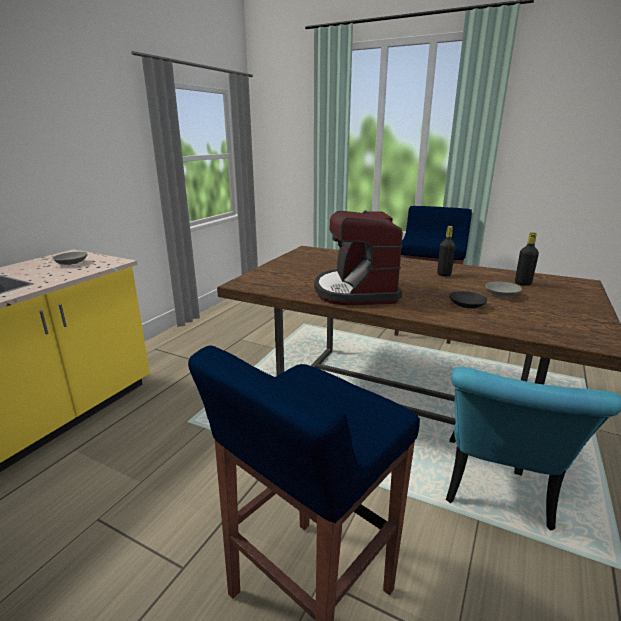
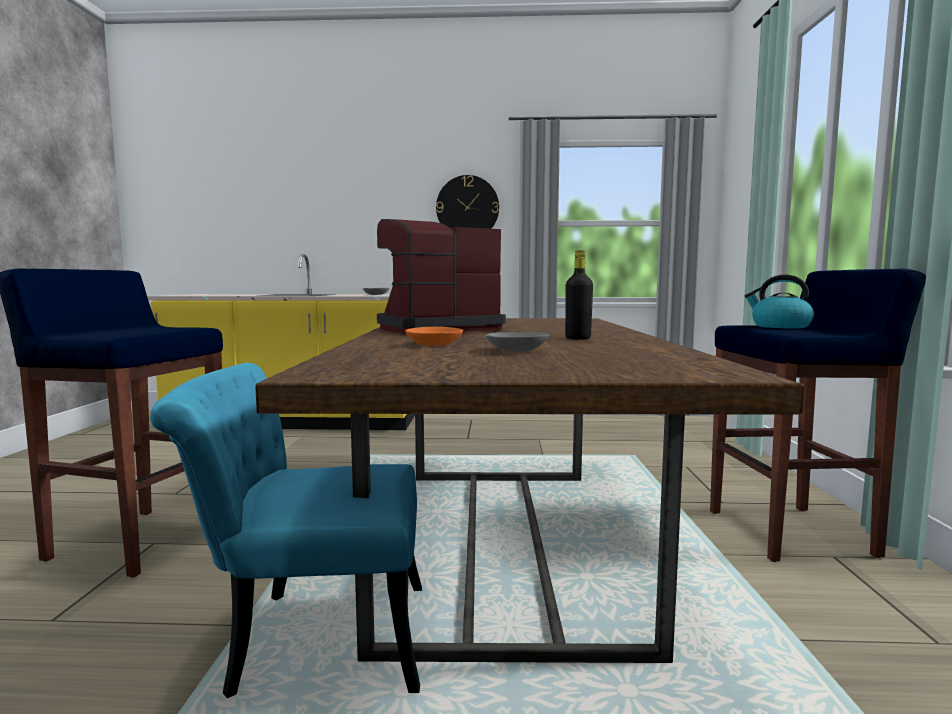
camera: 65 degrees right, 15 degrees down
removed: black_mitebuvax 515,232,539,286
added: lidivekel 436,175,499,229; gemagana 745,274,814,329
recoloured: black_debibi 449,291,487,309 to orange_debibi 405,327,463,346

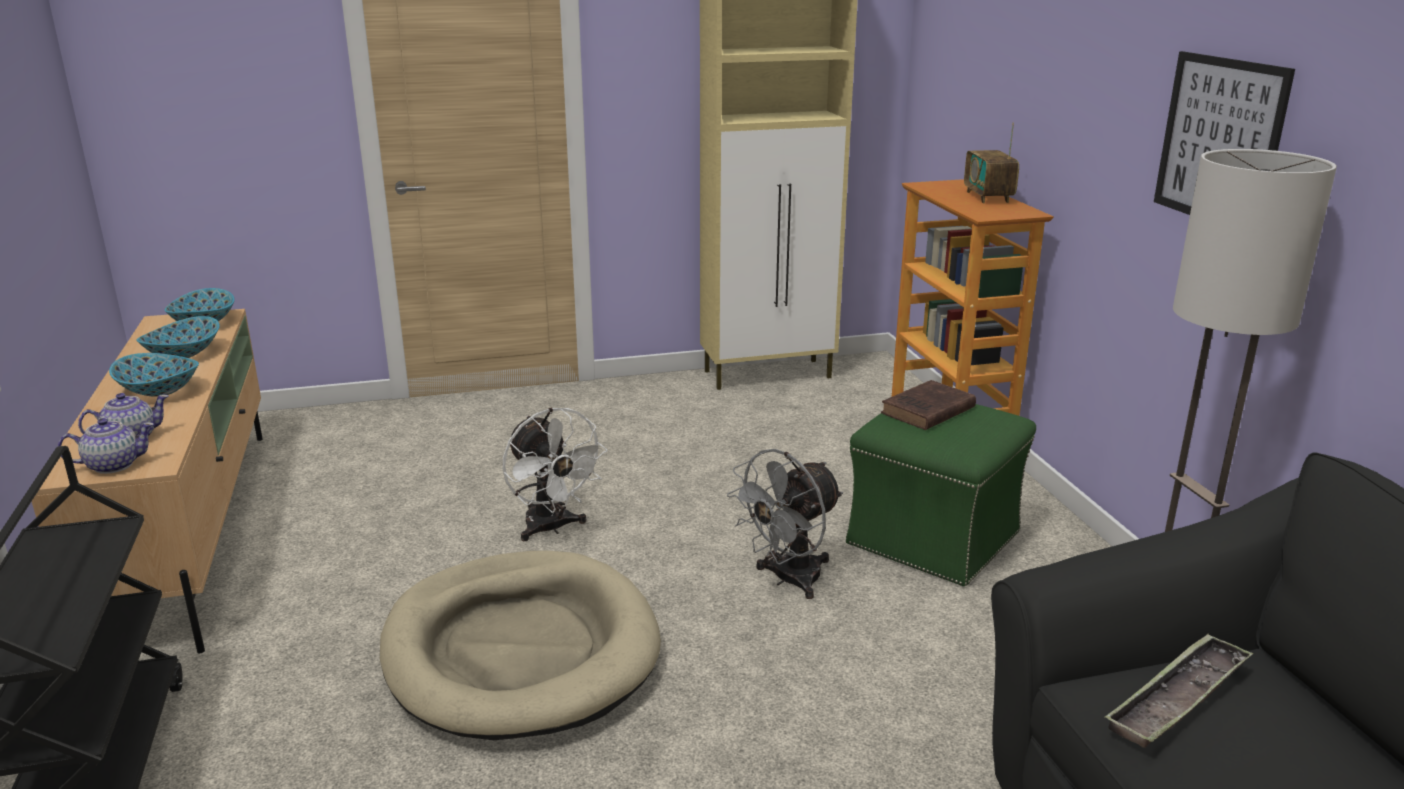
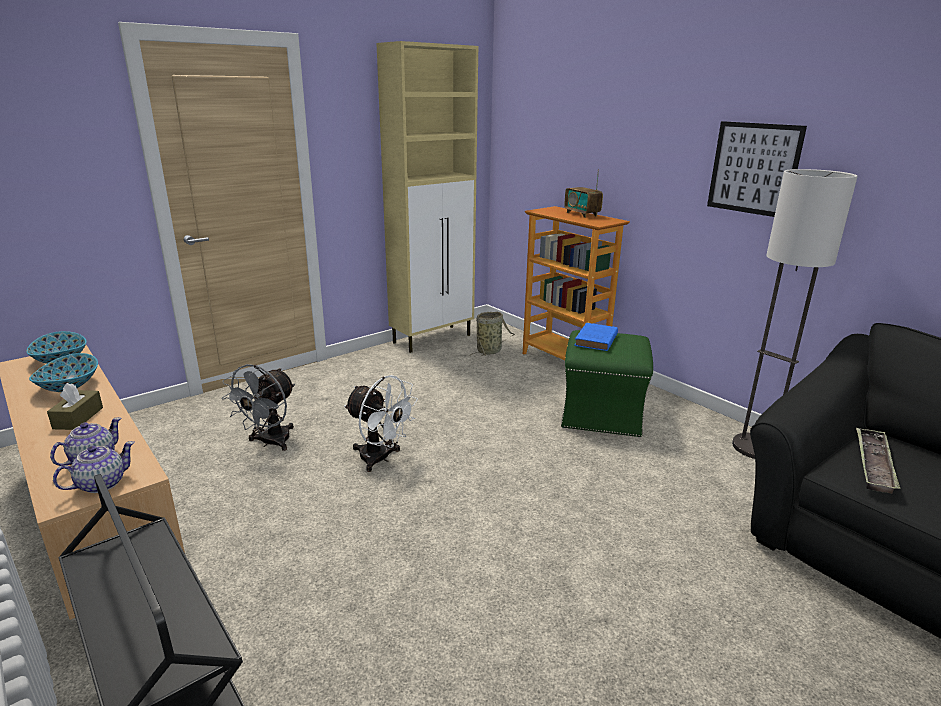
camera: 25 degrees left, 0 degrees up
removed: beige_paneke 380,551,661,740
added: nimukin 470,312,515,357
moved: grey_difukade 727,449,843,599 to 222,364,295,451
replaced: debibi 109,353,199,397 to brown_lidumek 47,383,103,430
recoloured: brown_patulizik 881,380,976,430 to blue_patulizik 574,323,618,351

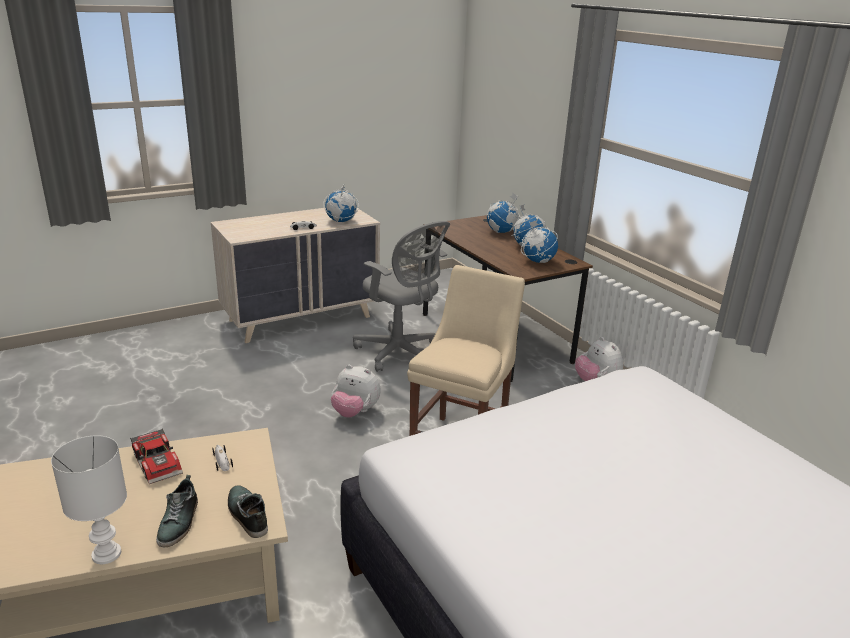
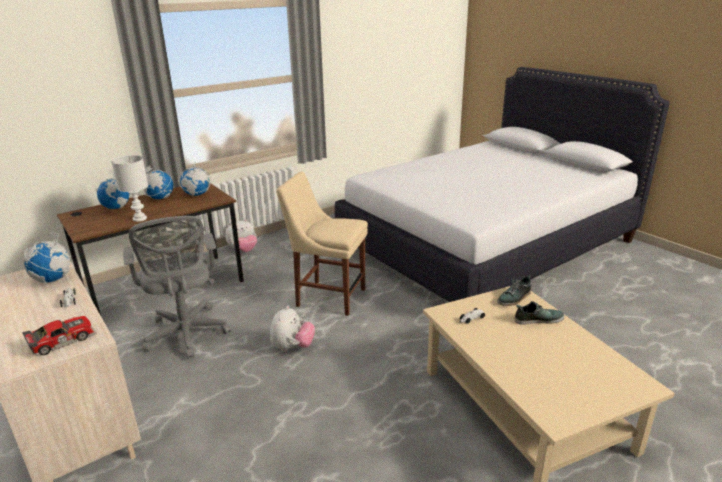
camera: 95 degrees left, 0 degrees up
moved: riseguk 130,428,183,484 to 22,316,97,355; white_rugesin 51,435,127,564 to 111,155,148,222
turned: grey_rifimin 353,221,450,372 = 123,216,231,359 120 degrees clockwise

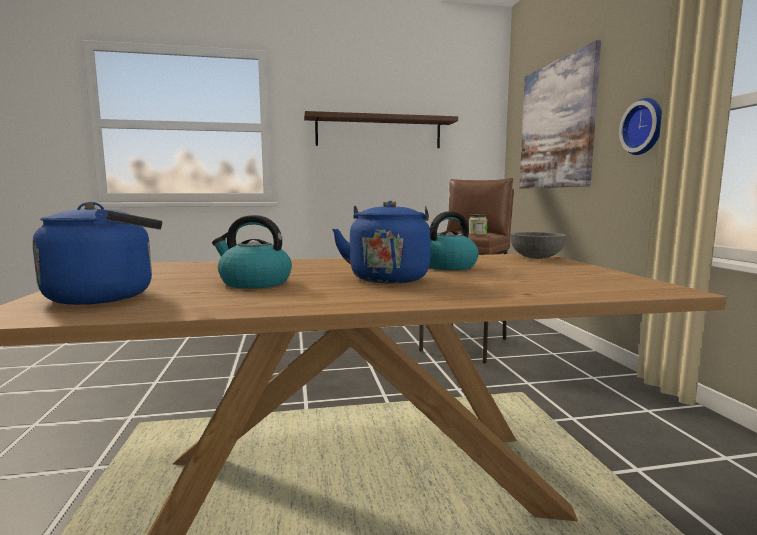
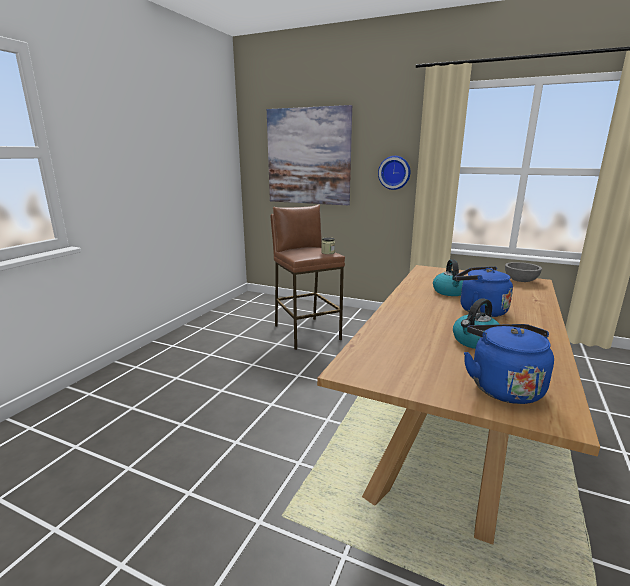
camera: 55 degrees left, 10 degrees up
removed: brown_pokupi 304,111,458,148
moved: grey_debibi 510,232,567,259 to 505,262,542,282

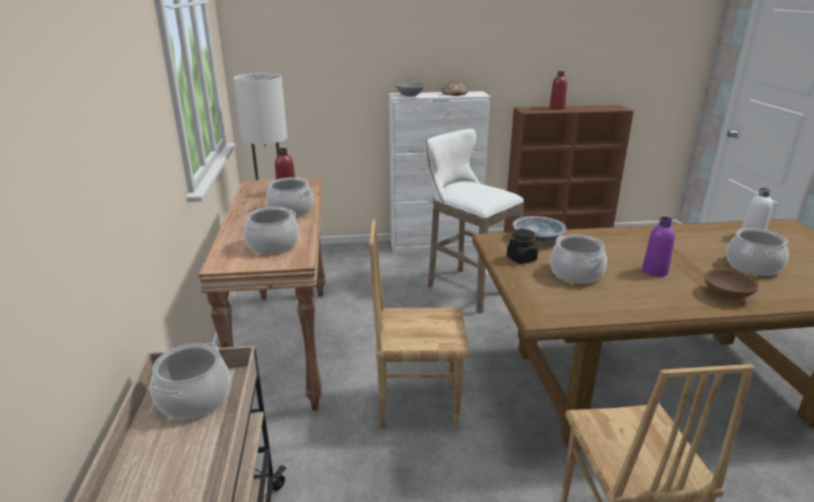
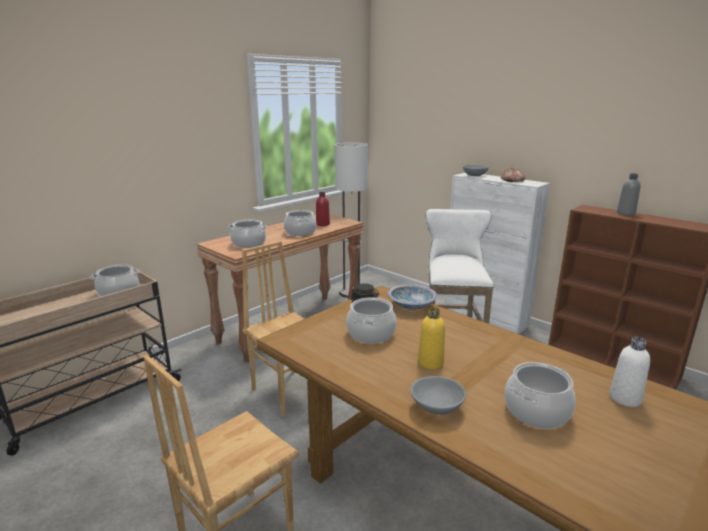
camera: 50 degrees right, 5 degrees down
recoloured: brown_debibi 704,269,759,300 to grey_debibi 411,376,466,415; purple_mitebuvax 642,217,675,277 to yellow_mitebuvax 418,307,445,370; red_mitebuvax 550,71,567,110 to grey_mitebuvax 617,173,641,215

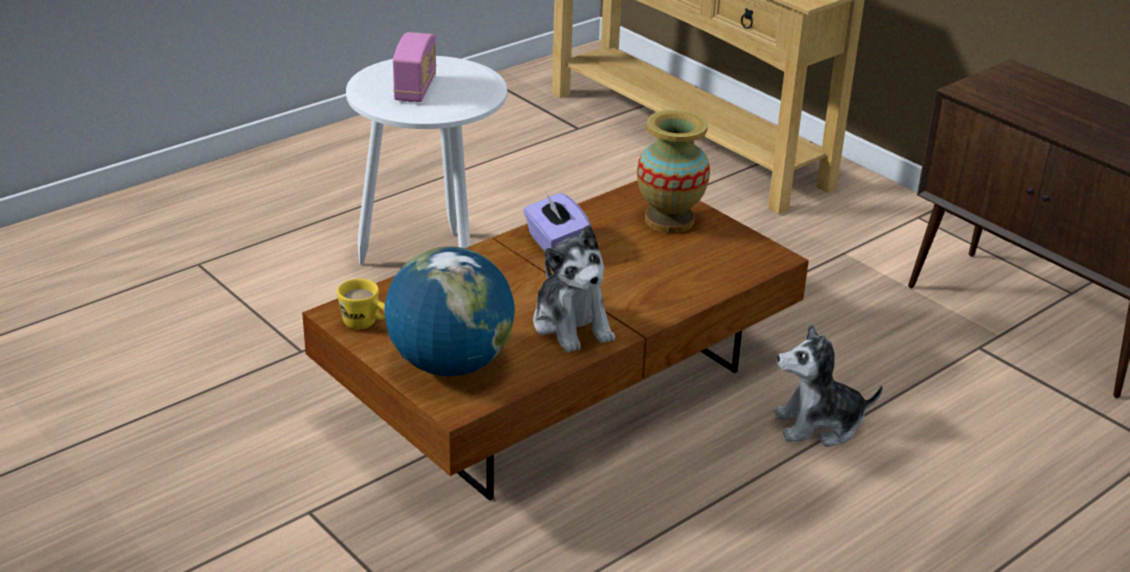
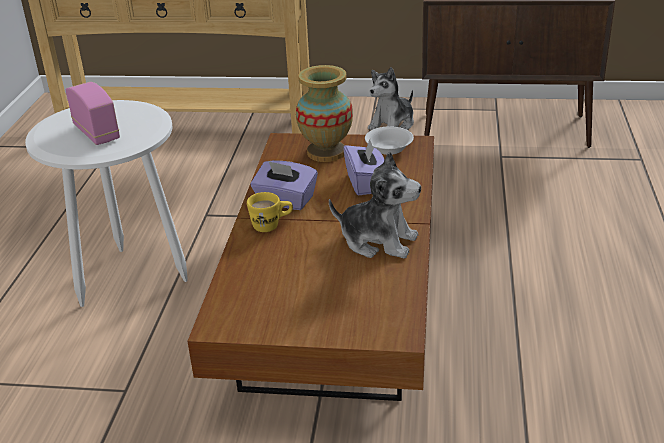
camera: 40 degrees left, 0 degrees up
removed: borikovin 384,246,515,376
added: purple_lidumek 343,139,385,196; white_debibi 365,126,414,155
moved: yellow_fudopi 337,279,385,329 to 247,192,293,232; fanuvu 775,324,883,447 to 368,67,414,130

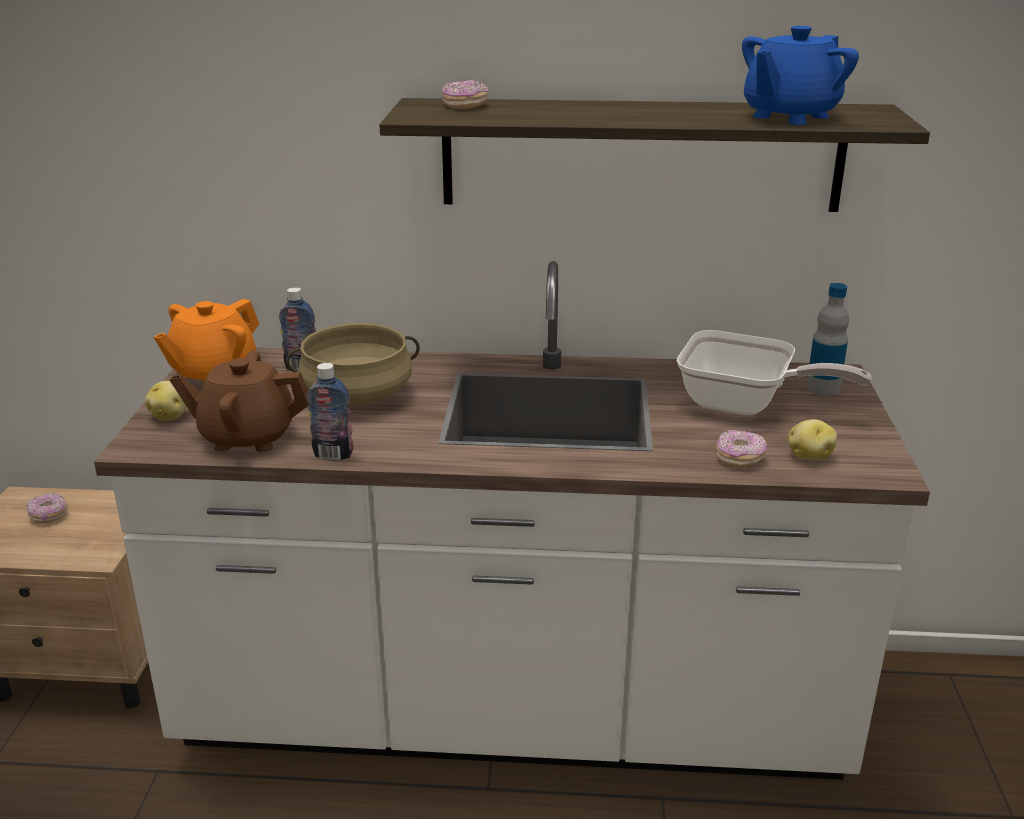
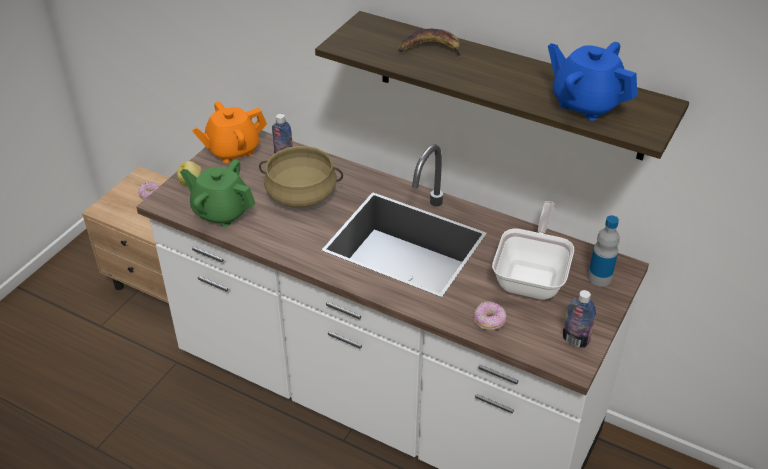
camera: 25 degrees right, 15 degrees up
removed: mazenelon 442,80,488,109; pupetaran 788,419,837,460
added: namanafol 399,29,462,59
moved: mitebuvax 307,363,354,460 to 563,290,596,348
recoloured: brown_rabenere 170,351,309,452 to green_rabenere 180,159,255,227
turned: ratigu 677,330,872,415 = 492,201,574,300 120 degrees counterclockwise; blue_rabenere 742,26,859,125 = 548,42,637,121 60 degrees clockwise

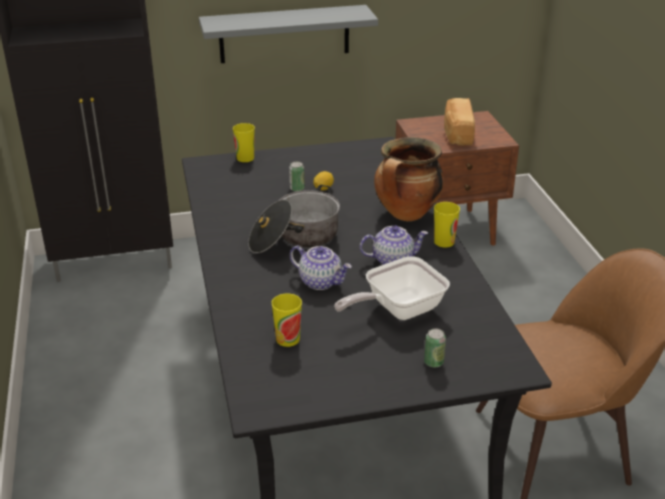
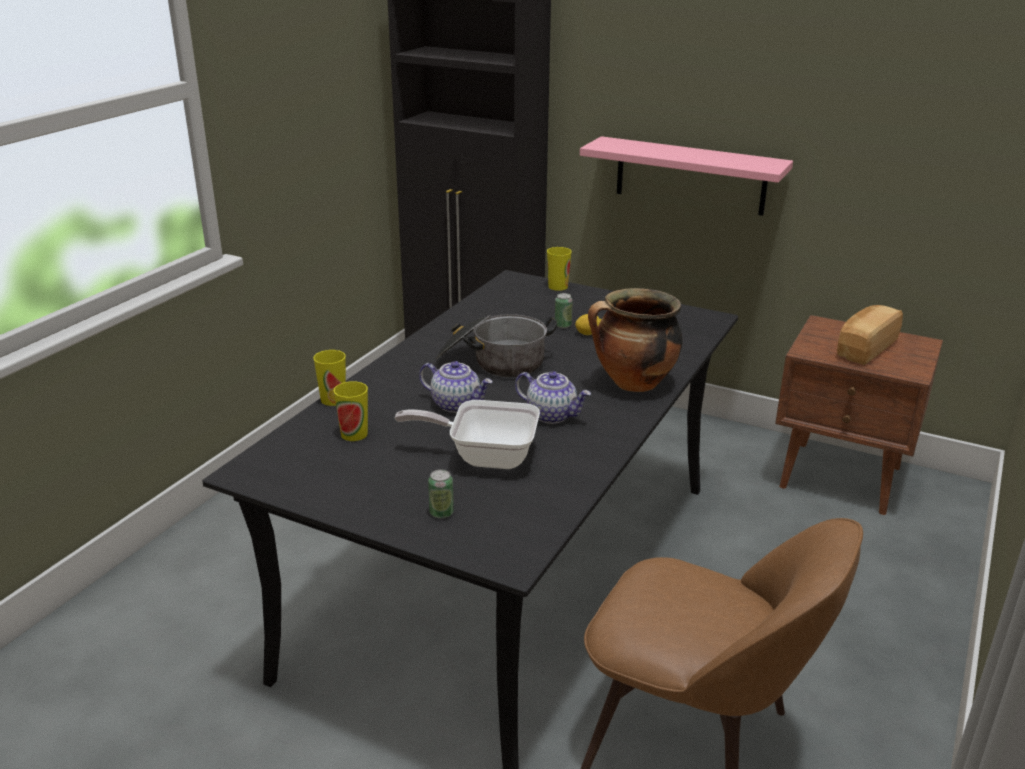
camera: 40 degrees right, 5 degrees down
moved: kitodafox 434,202,460,248 to 313,350,346,406
recoloured: grey_pokupi 199,5,378,63 to pink_pokupi 580,136,793,216
turned: rabenere 290,245,352,290 = 419,361,492,413 45 degrees counterclockwise

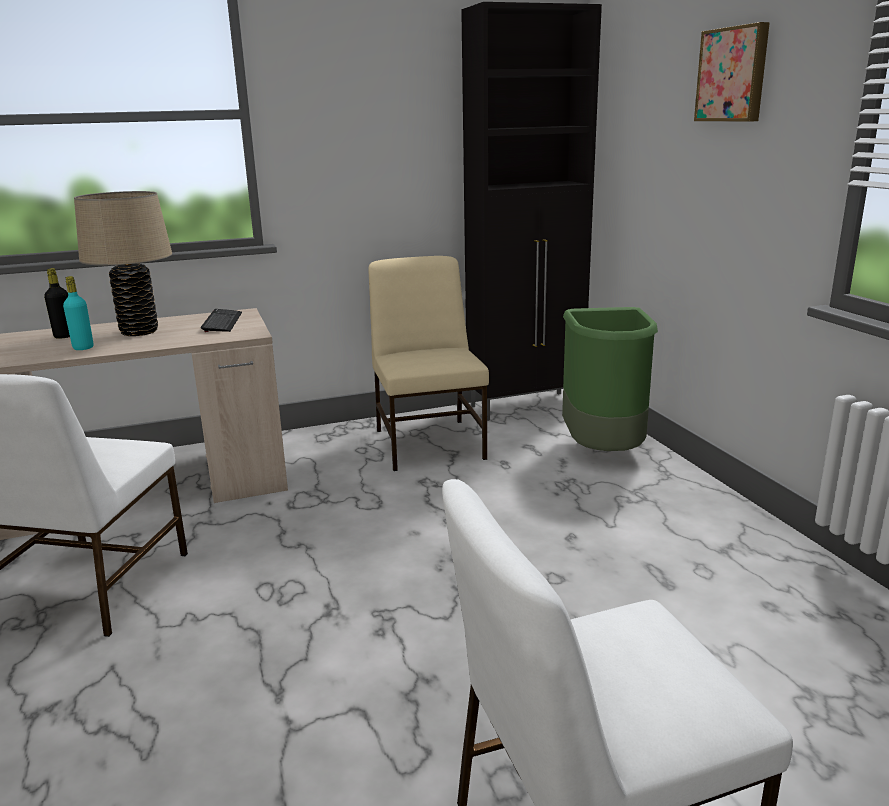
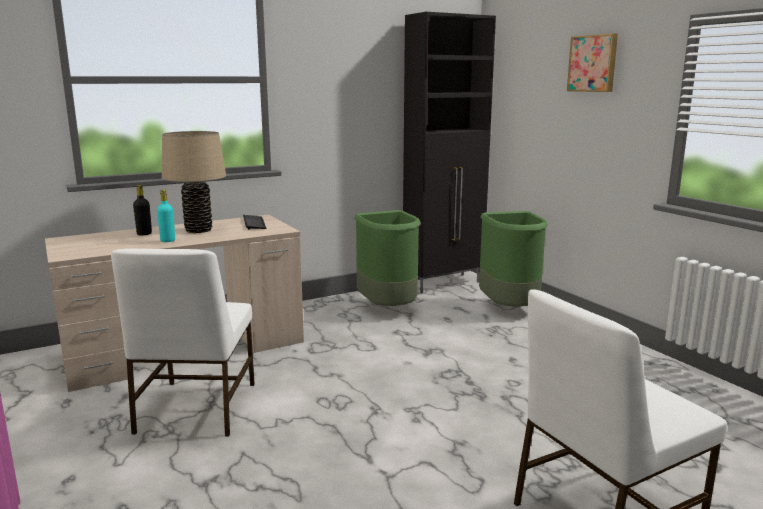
camera: 10 degrees left, 5 degrees down
replaced: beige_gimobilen 368,256,489,471 to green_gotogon 354,210,421,306

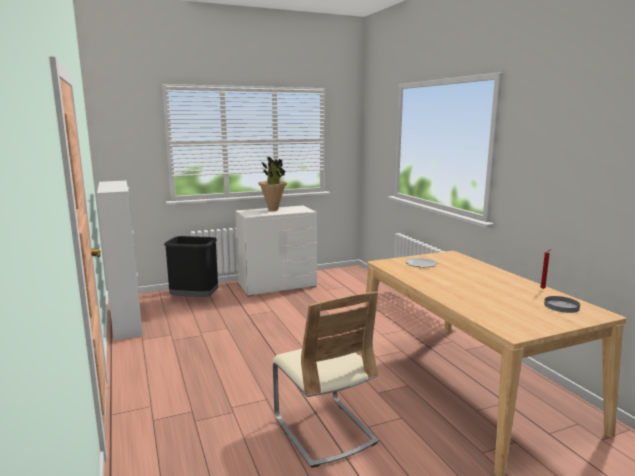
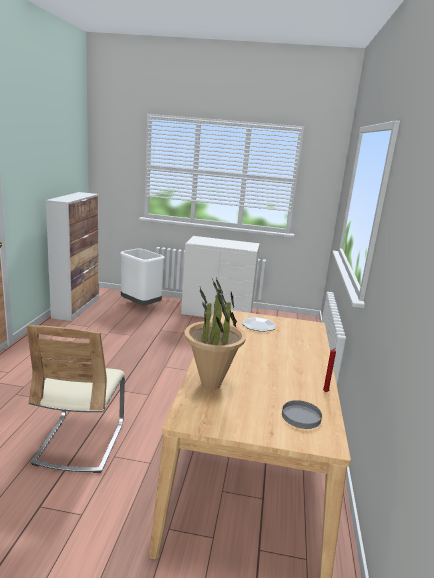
camera: 30 degrees right, 5 degrees up
moved: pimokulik 258,156,287,211 to 185,277,247,390
recoloured: black_gotogon 164,236,218,297 to white_gotogon 120,248,165,305

